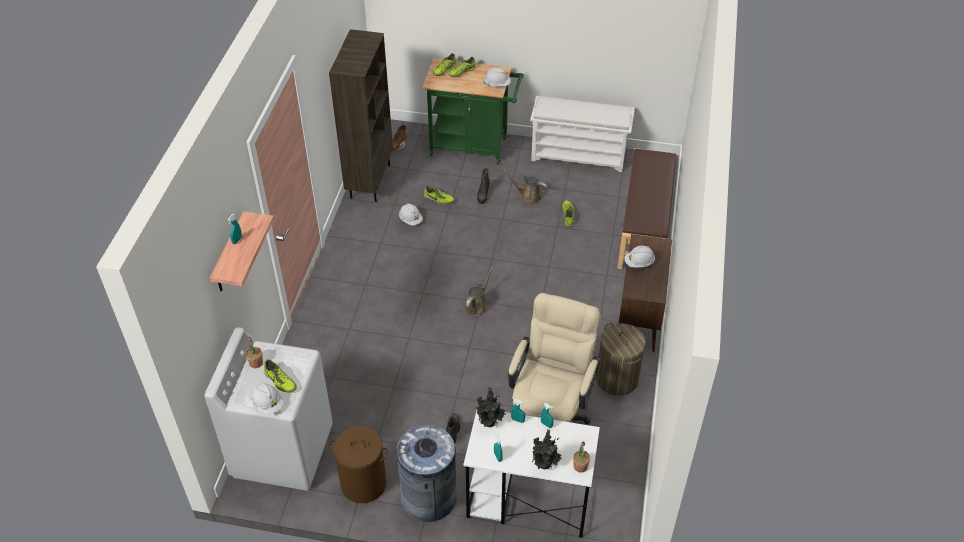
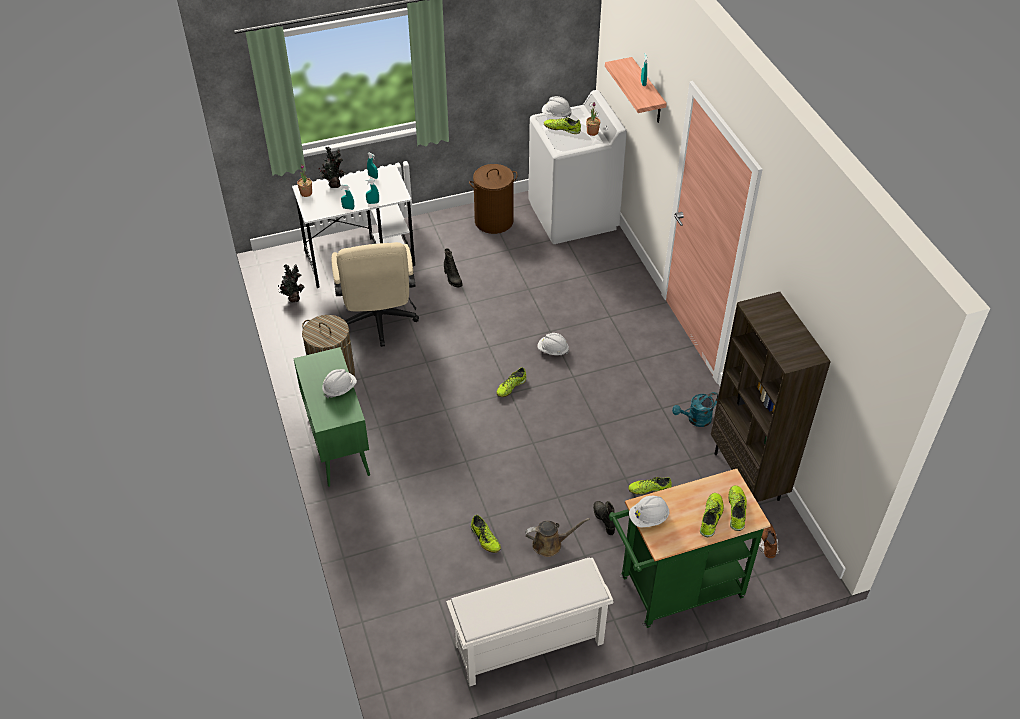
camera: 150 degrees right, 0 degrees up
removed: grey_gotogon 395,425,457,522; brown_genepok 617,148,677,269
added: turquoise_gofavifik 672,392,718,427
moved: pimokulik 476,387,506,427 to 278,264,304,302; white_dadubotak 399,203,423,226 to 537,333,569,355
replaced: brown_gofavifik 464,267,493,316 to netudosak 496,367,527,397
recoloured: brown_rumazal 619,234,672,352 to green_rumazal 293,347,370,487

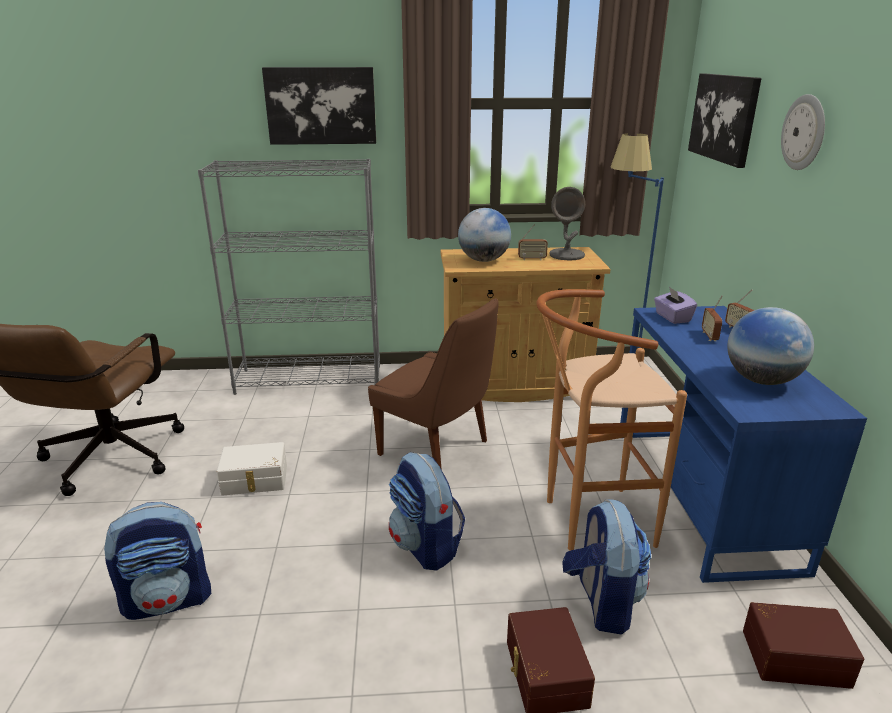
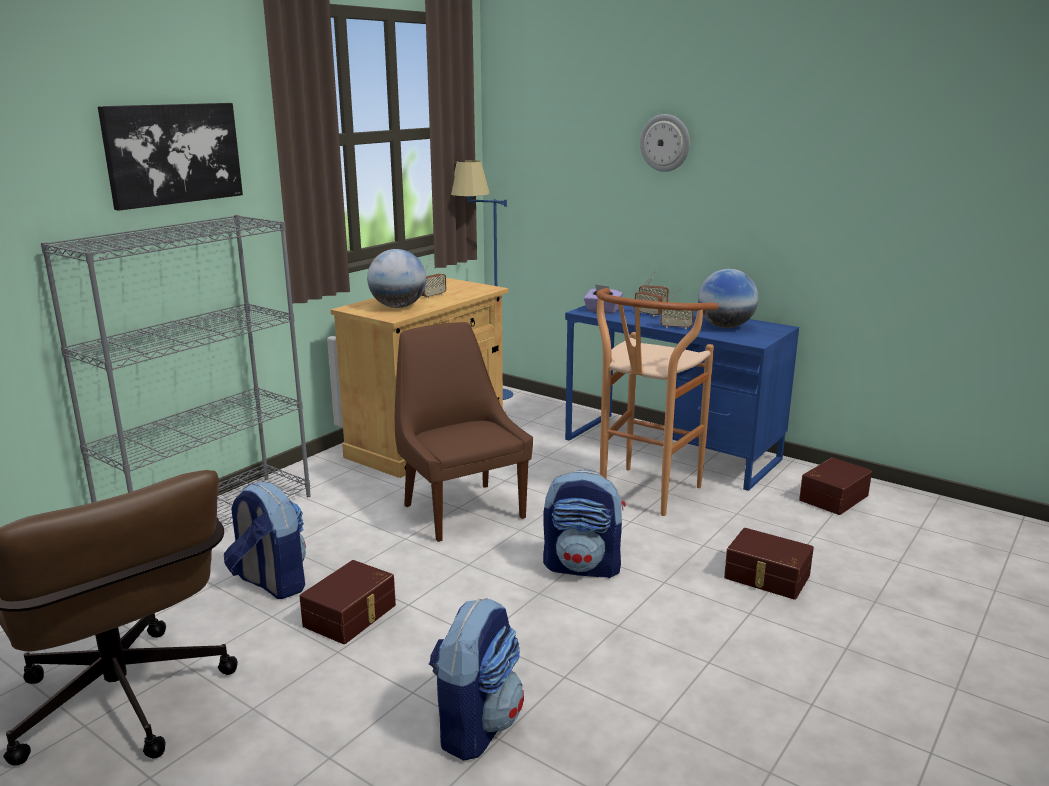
camera: 50 degrees left, 5 degrees down
removed: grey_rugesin 549,187,585,260; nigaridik 688,73,762,168
added: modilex 660,289,694,329
moved: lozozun 562,499,651,635 to 224,482,306,599
recoloured: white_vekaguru 217,442,287,496 to brown_vekaguru 300,560,396,644
turned: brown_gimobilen 368,298,499,470 = 395,322,533,542 105 degrees counterclockwise

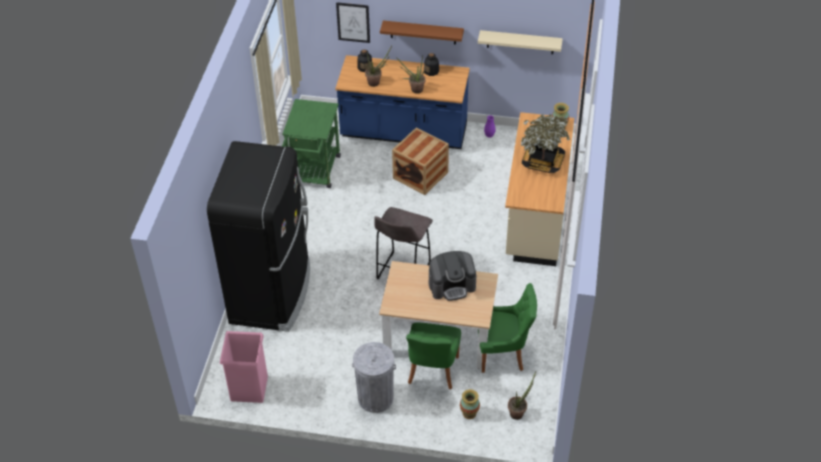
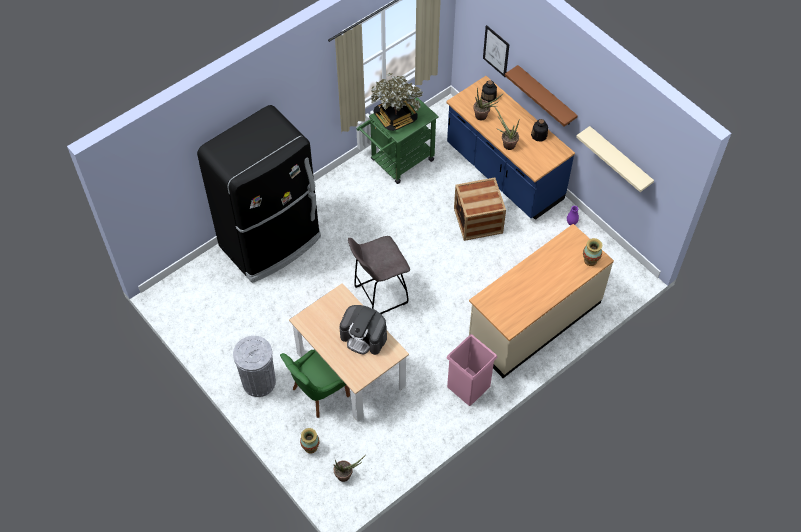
camera: 40 degrees right, 10 degrees up
removed: green_gimobilen 478,283,537,373
moved: pimokulik 521,114,570,173 to 371,73,423,131; pink_gotogon 220,331,268,403 to 447,334,497,406

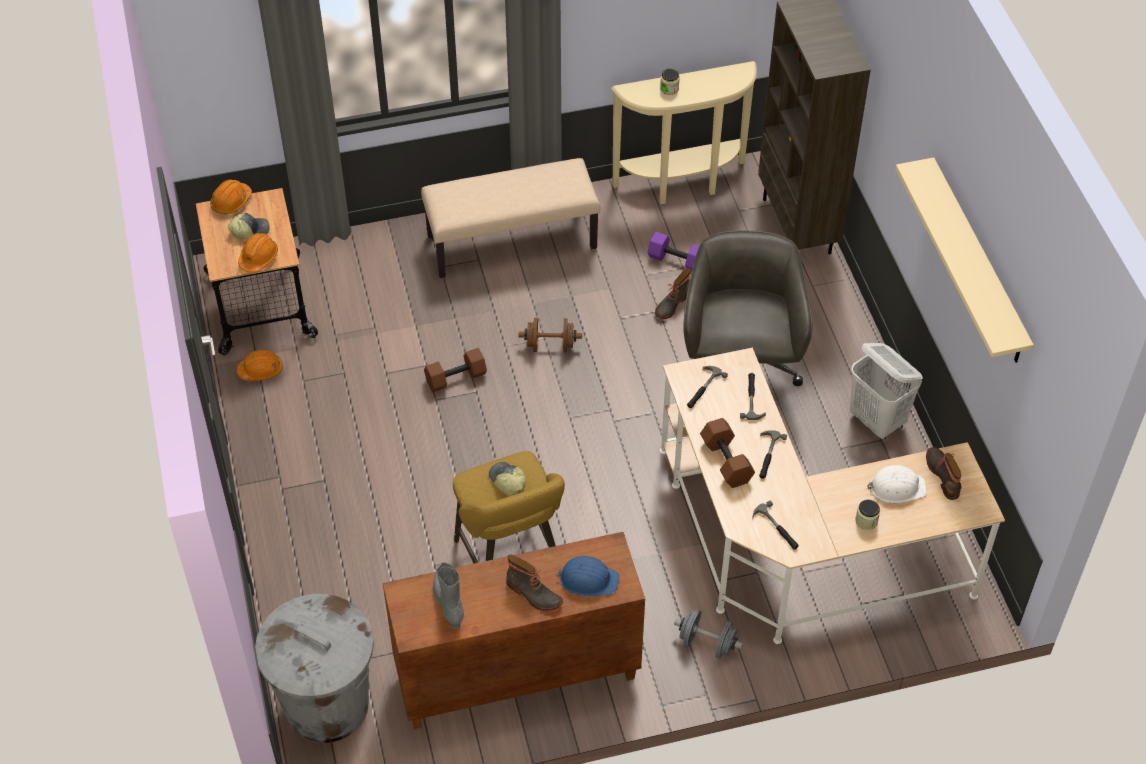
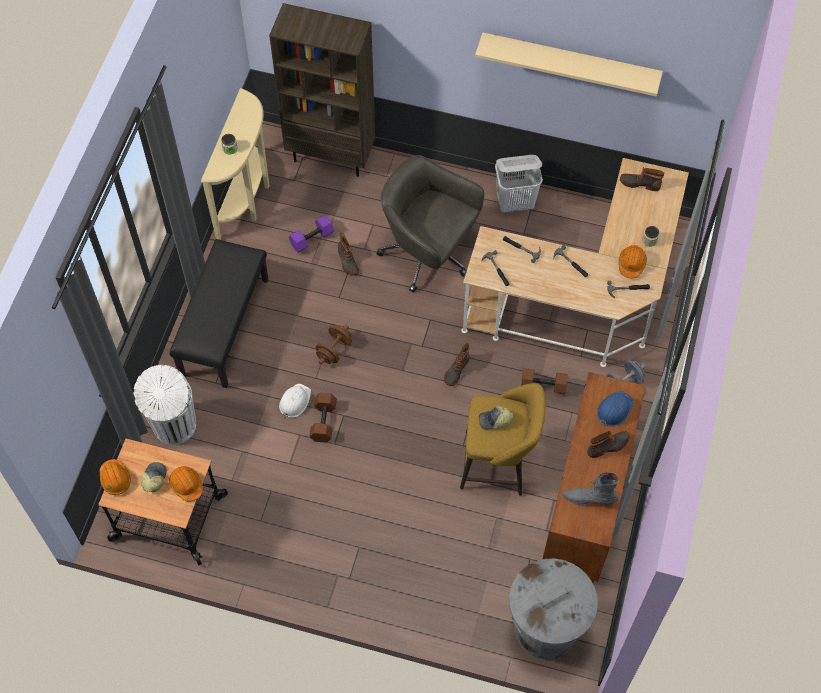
camera: 60 degrees left, 10 degrees up
added: white_gotogon 133,365,196,445; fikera 444,343,469,386
moved: white_dadubotak 867,465,927,503 to 279,384,311,418; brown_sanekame 700,418,755,488 to 521,368,568,394; orange_dadubotak 237,350,283,381 to 619,245,647,278
recoloured: beige_genepok 421,158,600,278 to black_genepok 170,239,268,388

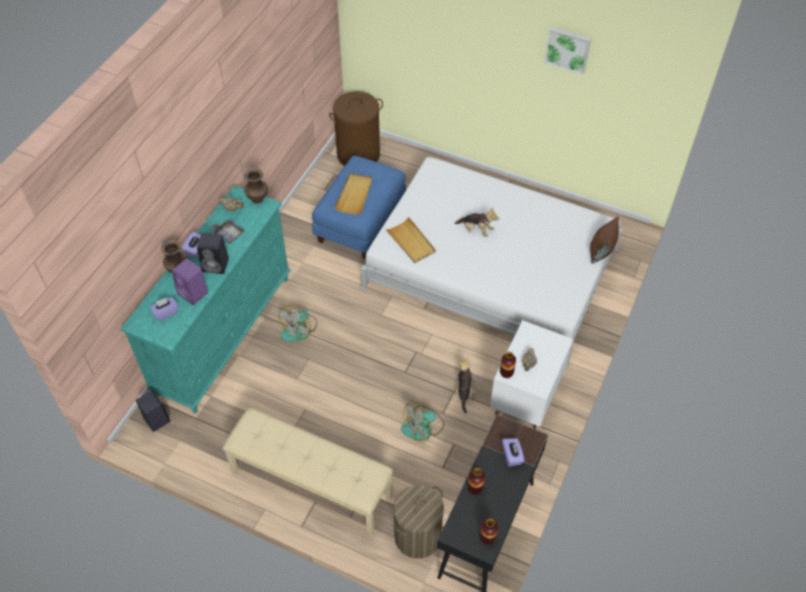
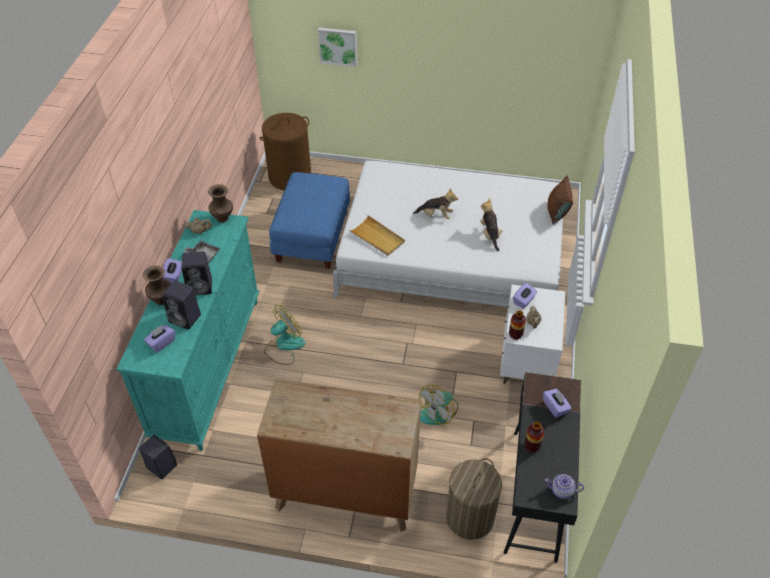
camera: 15 degrees left, 5 degrees down
removed: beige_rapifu 335,174,372,215
added: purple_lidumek 513,283,537,309
moved: nigaridik 544,27,591,75 to 318,28,357,67; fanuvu 456,357,476,414 to 480,198,503,251
replaced: beige_genepok 222,408,393,536 to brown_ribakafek 257,378,421,532; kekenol 480,519,498,545 to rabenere 545,474,584,499
recoloured: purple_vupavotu 172,258,208,305 to black_vupavotu 162,281,201,330
turned: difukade 278,305,317,341 = 264,305,305,365 150 degrees counterclockwise

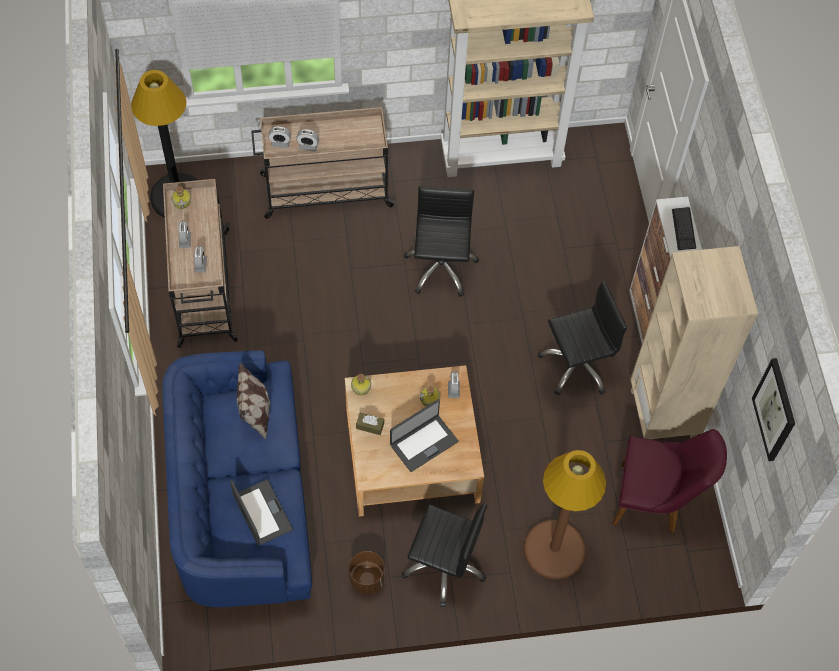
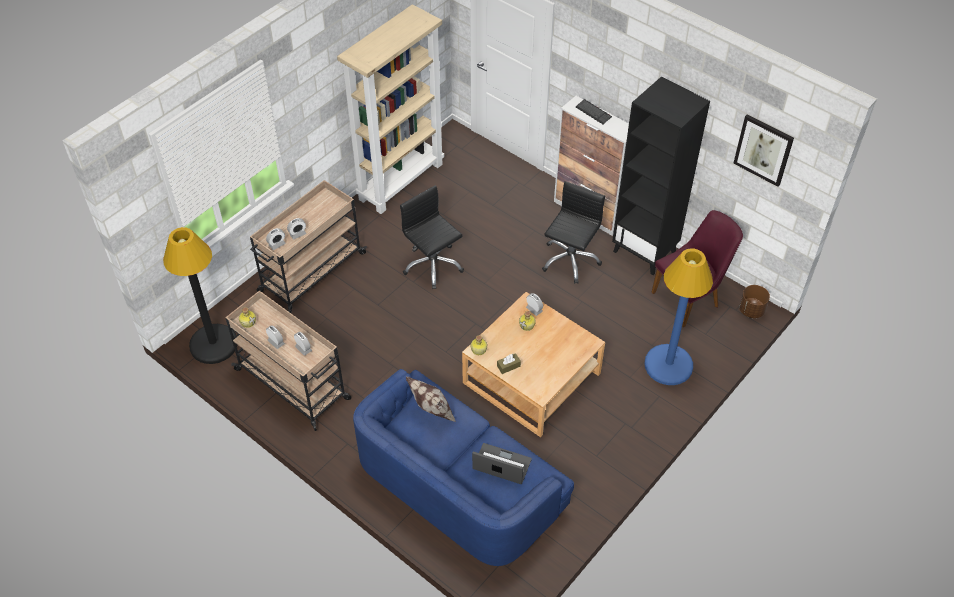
camera: 40 degrees left, 10 degrees down
removed: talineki 390,399,458,472; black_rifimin 402,504,487,607
moved: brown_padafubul 349,551,385,594 to 739,285,770,318
recoloured: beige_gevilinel 630,246,758,439 to black_gevilinel 612,77,710,275; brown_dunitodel 523,450,606,579 to blue_dunitodel 644,248,713,385

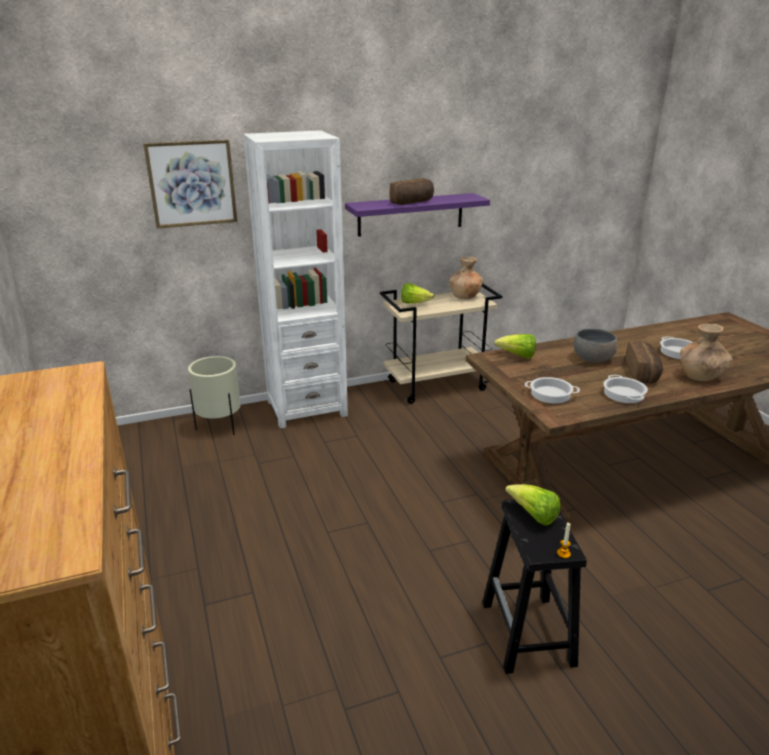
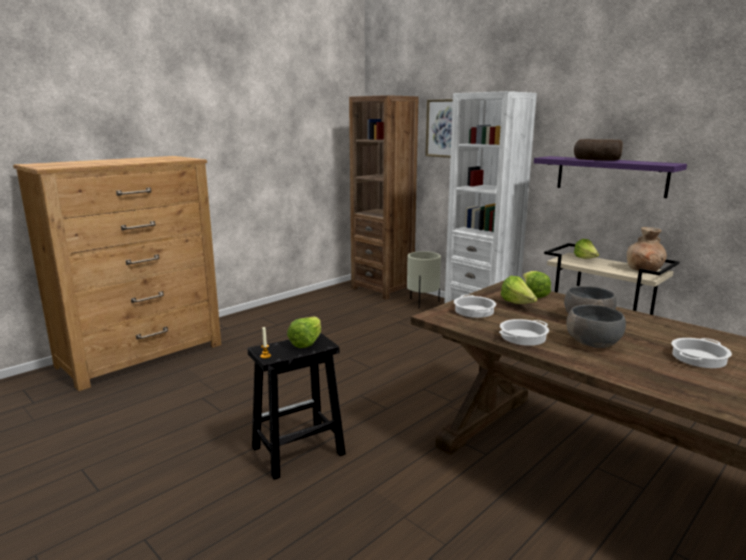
camera: 65 degrees right, 10 degrees down
removed: brown_kekenol 680,323,732,381
added: brown_gevilinel 349,95,419,300; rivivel 501,276,538,304
replaced: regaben 625,341,663,384 to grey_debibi 566,305,626,348

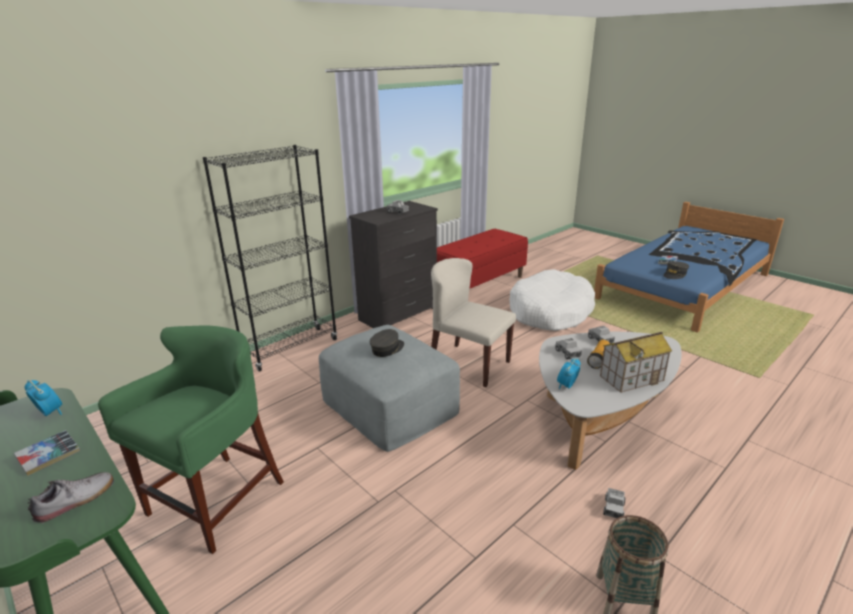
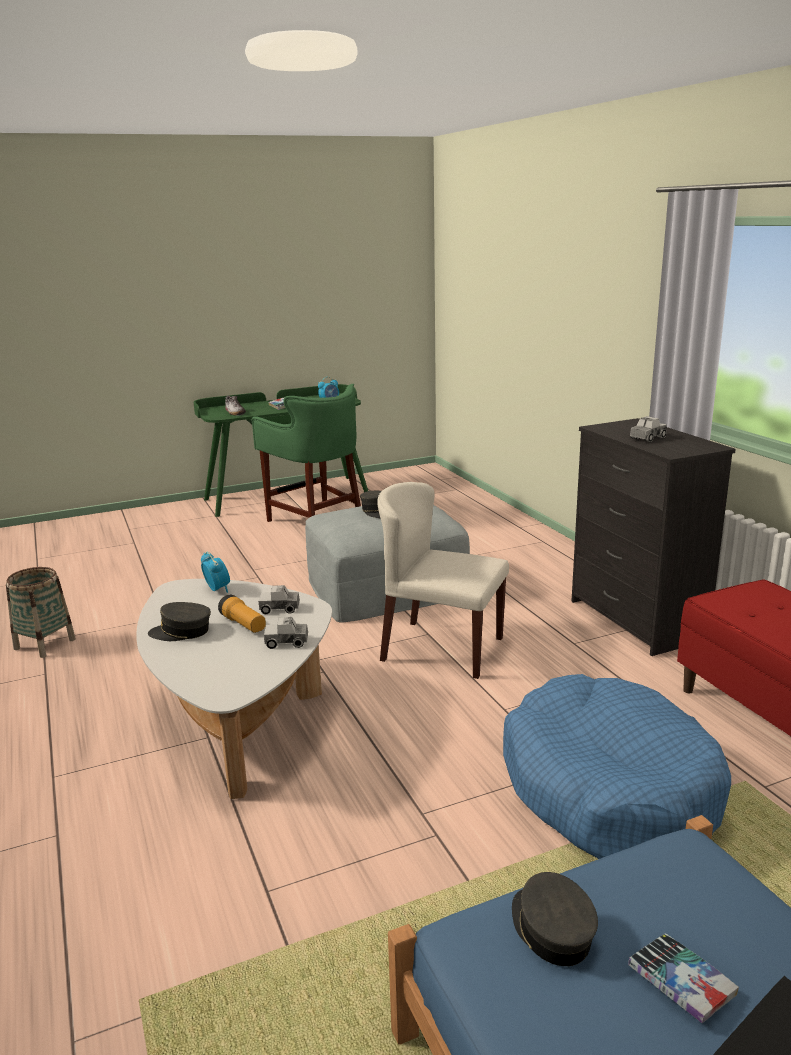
camera: 110 degrees right, 5 degrees down
removed: black_gevilinel 203,145,337,372; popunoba 603,488,626,518
replaced: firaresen 600,332,672,393 to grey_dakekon 148,602,211,641
recoloured: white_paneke 510,269,595,331 to blue_paneke 503,674,731,859
turned: beige_gimobilen 431,258,516,387 = 377,482,509,679 120 degrees counterclockwise

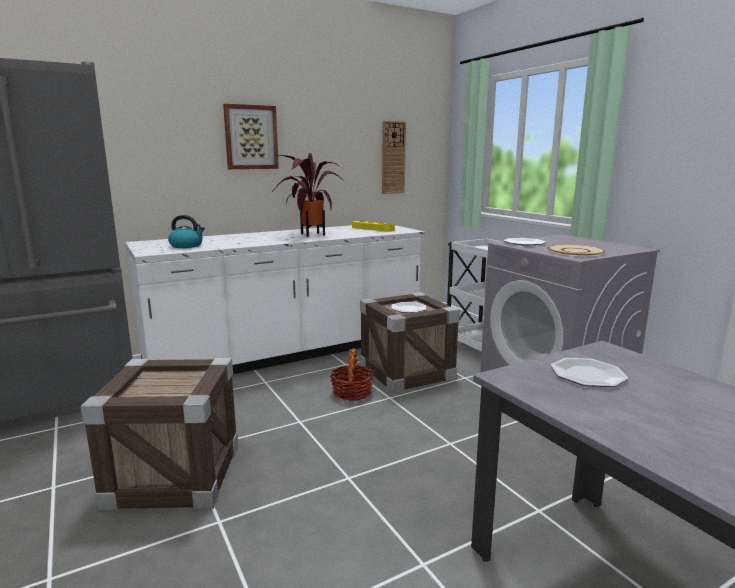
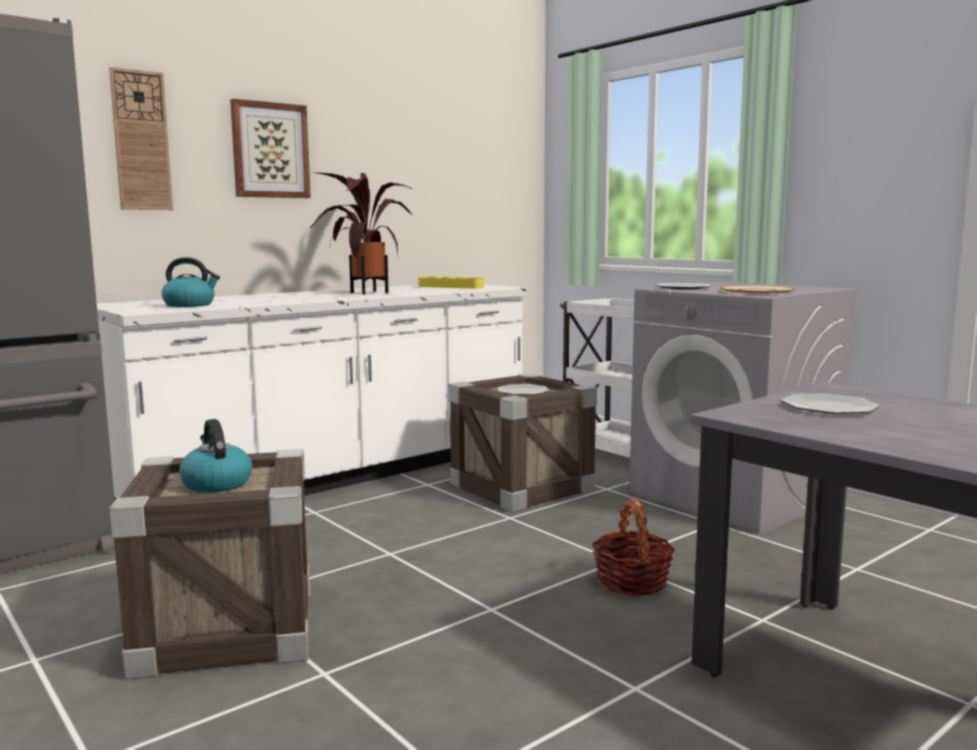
camera: 10 degrees left, 5 degrees down
added: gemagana 179,419,252,493
moved: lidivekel 382,121,406,194 to 109,67,173,210; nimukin 330,348,374,401 to 592,499,675,596

